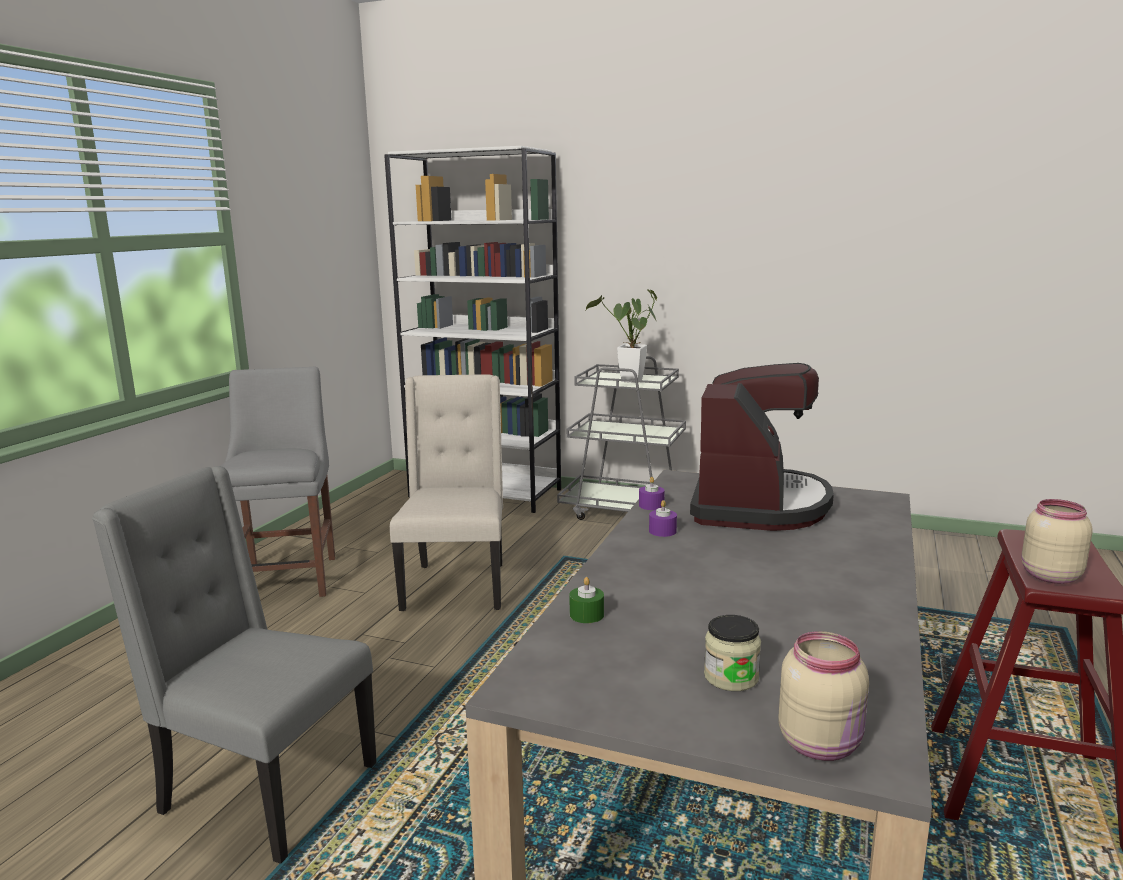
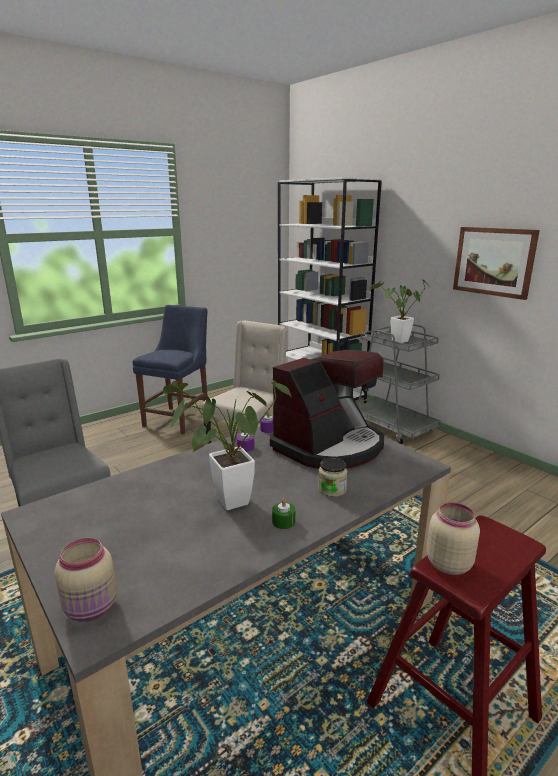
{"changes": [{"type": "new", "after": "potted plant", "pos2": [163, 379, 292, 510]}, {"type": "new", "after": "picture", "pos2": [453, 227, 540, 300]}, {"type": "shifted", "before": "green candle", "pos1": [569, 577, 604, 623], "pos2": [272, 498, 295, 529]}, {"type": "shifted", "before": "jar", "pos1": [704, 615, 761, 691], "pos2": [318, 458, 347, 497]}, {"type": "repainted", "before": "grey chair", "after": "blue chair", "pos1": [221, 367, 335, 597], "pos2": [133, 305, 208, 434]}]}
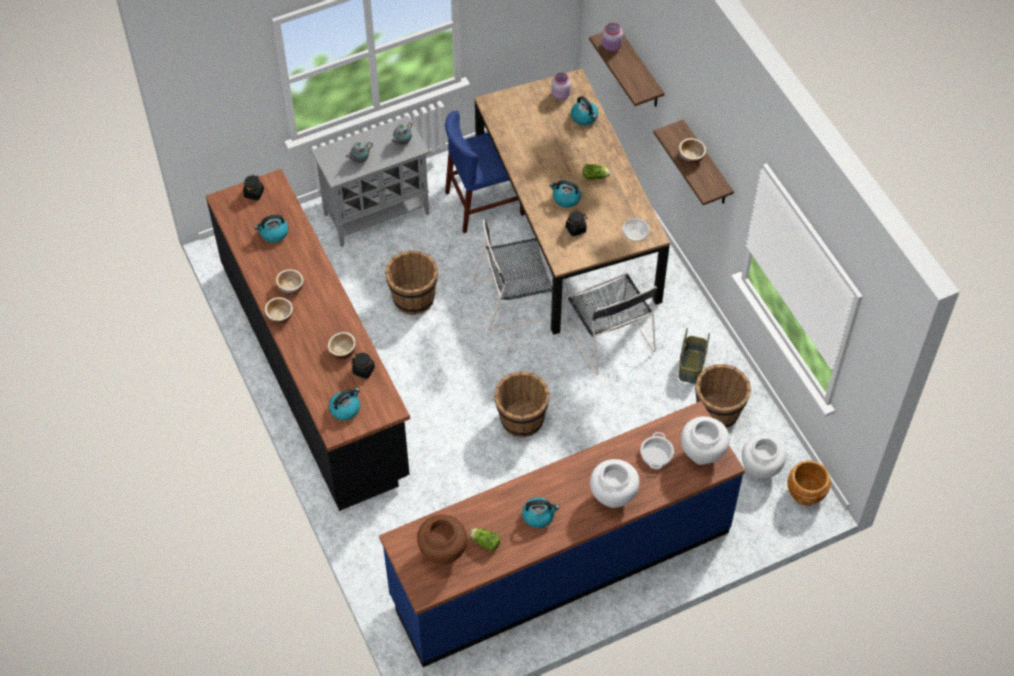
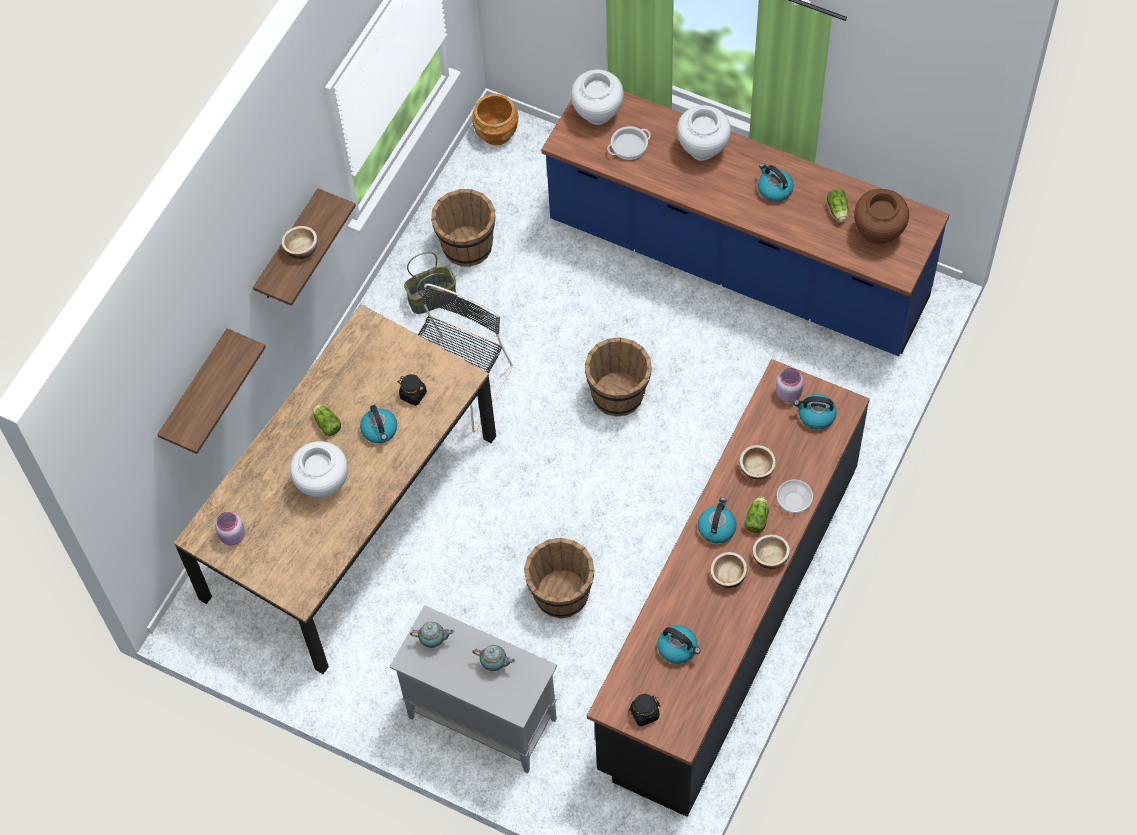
{"changes": [{"type": "gone", "before": "black jar", "pos1": [352, 353, 375, 379]}, {"type": "gone", "before": "blue chair", "pos1": [445, 111, 525, 233]}, {"type": "gone", "before": "black chair", "pos1": [473, 220, 553, 332]}, {"type": "new", "after": "lettuce", "pos2": [744, 497, 768, 533]}, {"type": "shifted", "before": "kettle", "pos1": [571, 96, 598, 125], "pos2": [698, 497, 737, 543]}, {"type": "shifted", "before": "pink jar", "pos1": [602, 23, 623, 52], "pos2": [776, 368, 804, 402]}, {"type": "shifted", "before": "bowl", "pos1": [623, 218, 649, 241], "pos2": [777, 480, 813, 513]}, {"type": "shifted", "before": "white vase", "pos1": [742, 434, 786, 479], "pos2": [290, 441, 348, 498]}]}
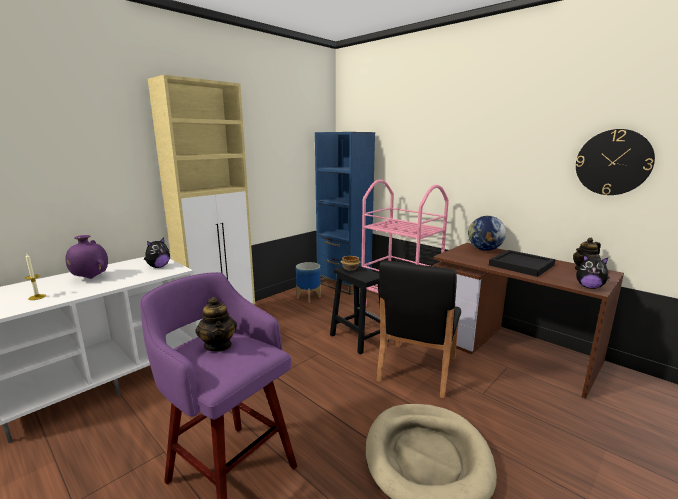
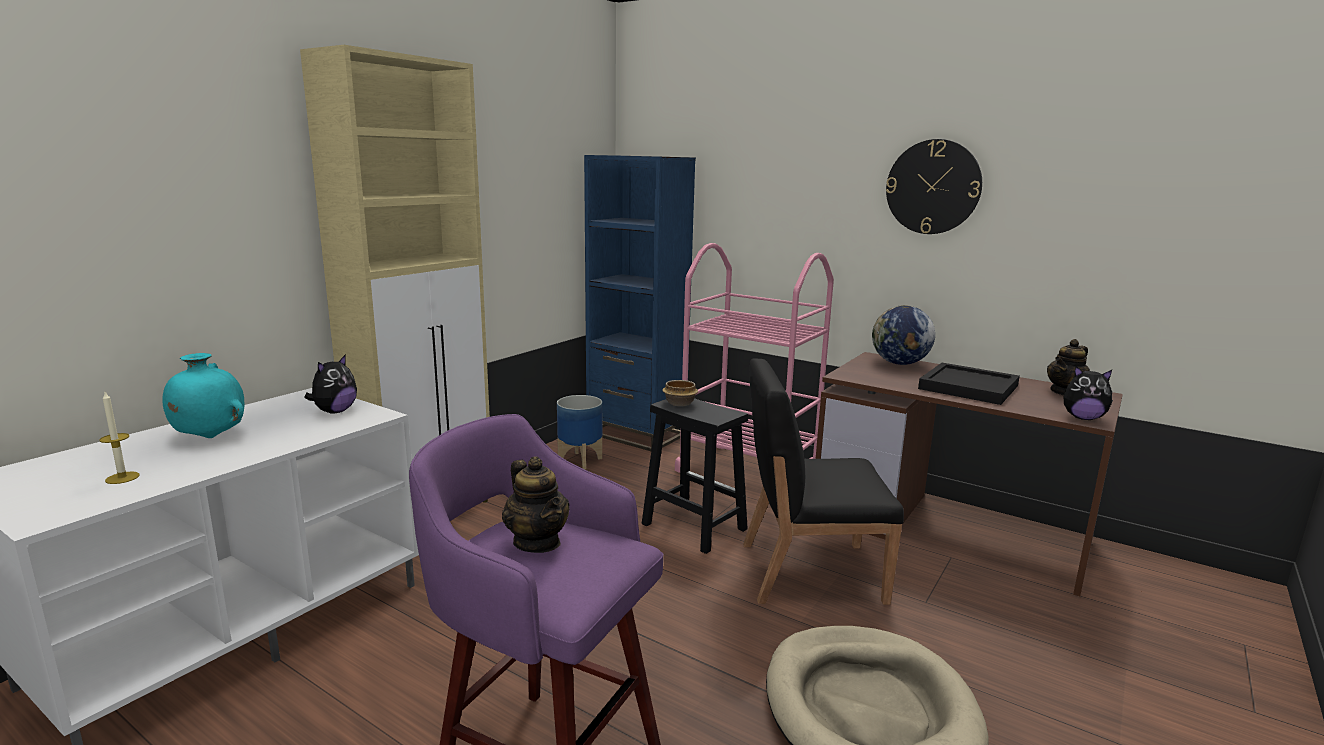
{"changes": [{"type": "shifted", "before": "wall clock", "pos1": [576, 129, 655, 195], "pos2": [886, 139, 982, 234]}, {"type": "repainted", "before": "purple vase", "after": "turquoise vase", "pos1": [65, 235, 108, 279], "pos2": [162, 353, 244, 438]}, {"type": "rotated", "before": "black chair", "pos1": [376, 260, 461, 399], "pos2": [743, 358, 904, 605], "turn": 75}]}
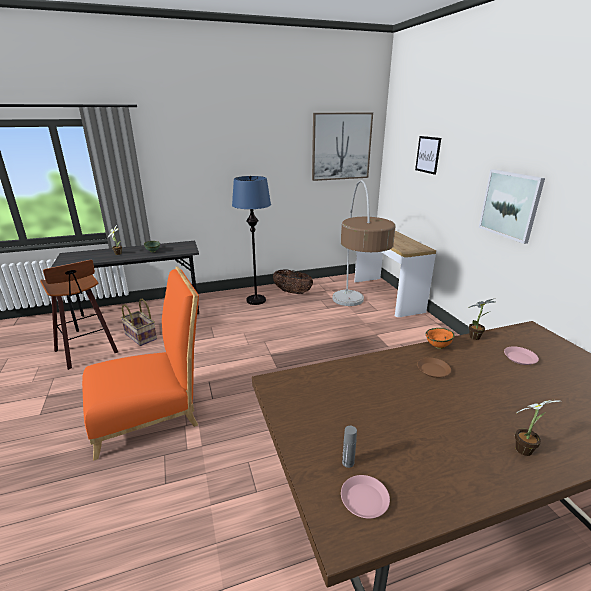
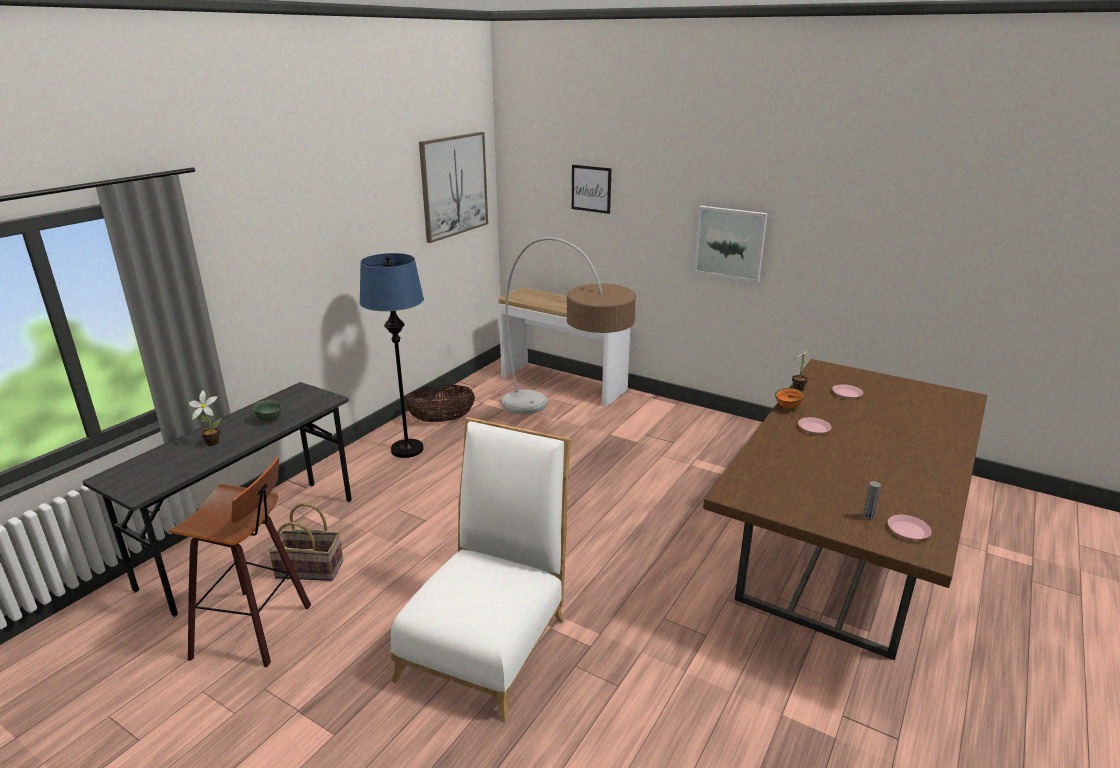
{"changes": [{"type": "gone", "before": "potted plant", "pos1": [515, 400, 560, 456]}, {"type": "repainted", "before": "orange chair", "after": "white chair", "pos1": [82, 266, 199, 461], "pos2": [391, 417, 572, 723]}, {"type": "repainted", "before": "brown plate", "after": "pink plate", "pos1": [417, 358, 451, 378], "pos2": [798, 417, 832, 434]}]}
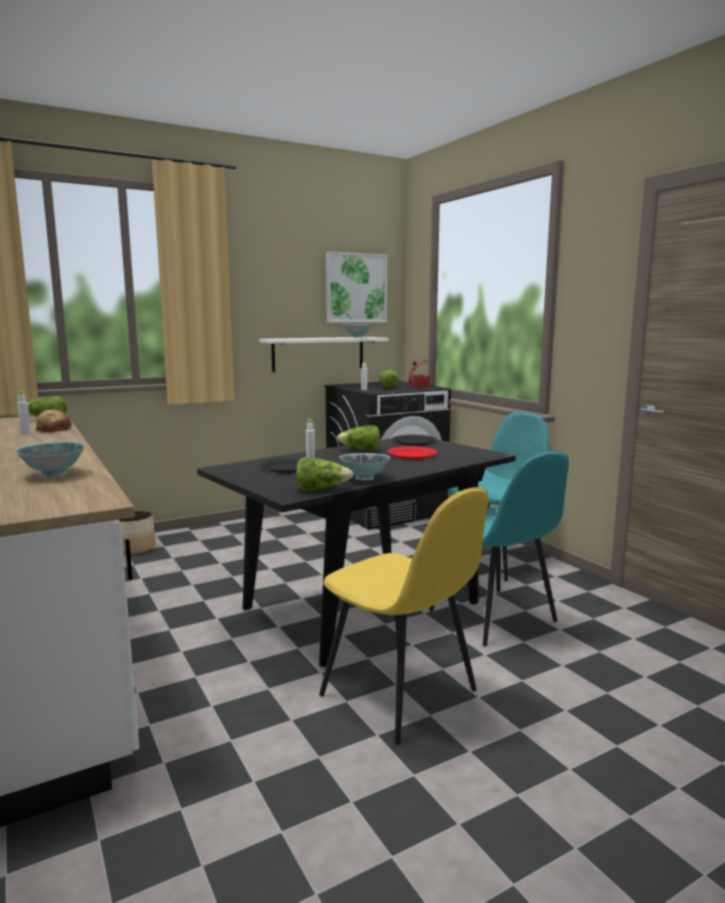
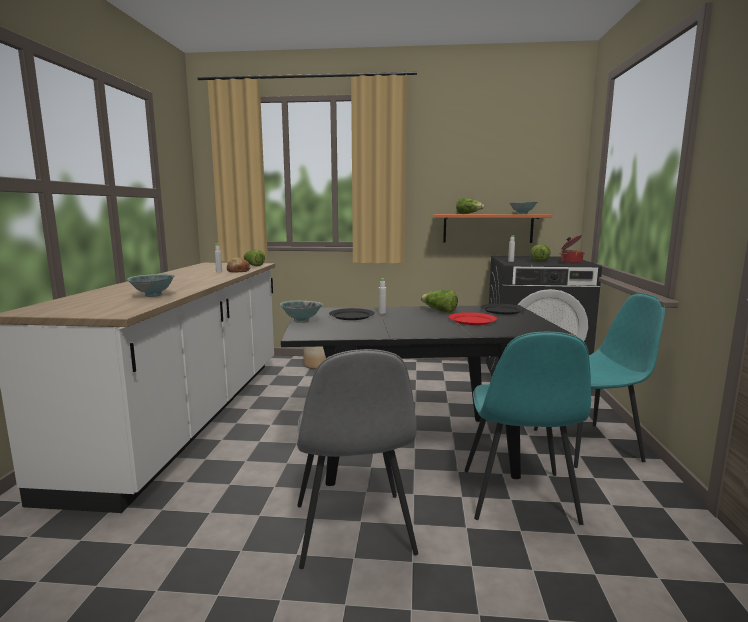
{"changes": [{"type": "gone", "before": "picture", "pos1": [326, 251, 387, 323]}, {"type": "shifted", "before": "lettuce", "pos1": [296, 457, 353, 491], "pos2": [456, 198, 484, 214]}, {"type": "shifted", "before": "bowl", "pos1": [339, 453, 390, 480], "pos2": [280, 301, 323, 323]}, {"type": "repainted", "before": "white shelf", "after": "orange shelf", "pos1": [259, 337, 389, 372], "pos2": [434, 214, 553, 243]}, {"type": "repainted", "before": "yellow chair", "after": "grey chair", "pos1": [319, 487, 489, 744], "pos2": [297, 349, 418, 569]}]}
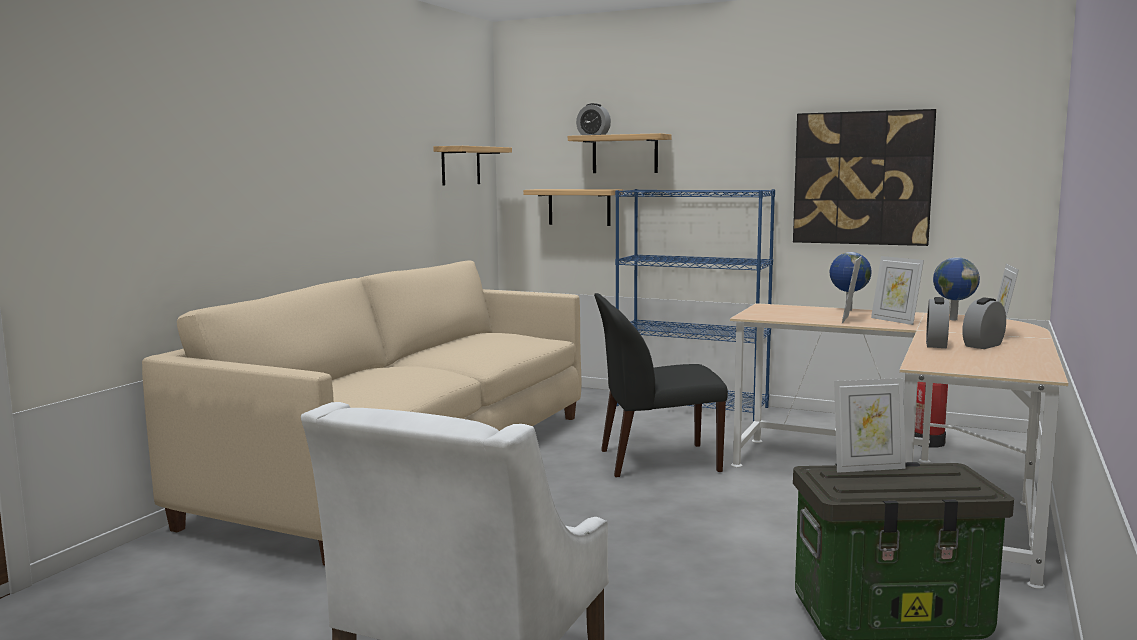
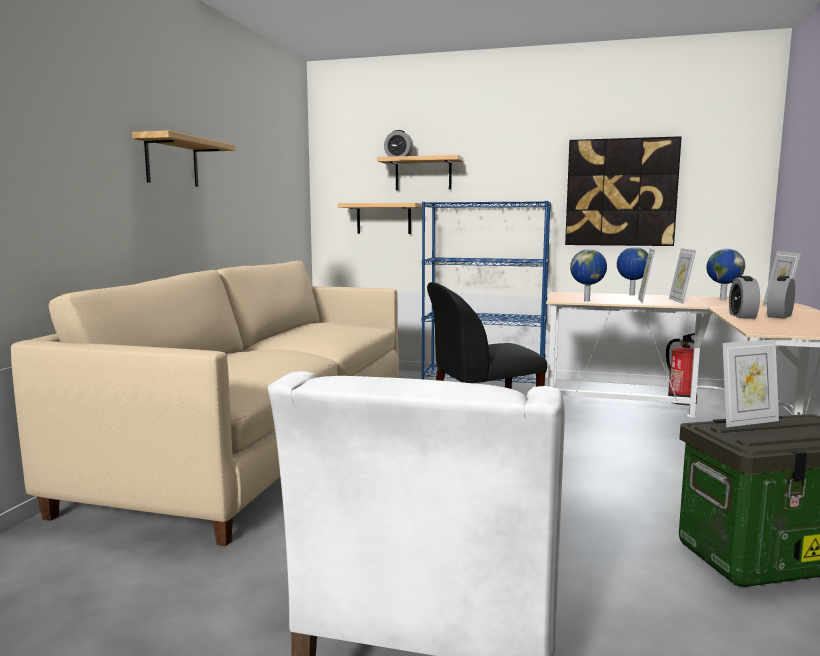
{"changes": [{"type": "new", "after": "globe", "pos2": [570, 249, 607, 302]}, {"type": "shifted", "before": "shelf", "pos1": [433, 146, 512, 185], "pos2": [132, 130, 235, 187]}, {"type": "rotated", "before": "picture frame", "pos1": [871, 256, 924, 325], "pos2": [669, 248, 697, 304], "turn": 45}]}
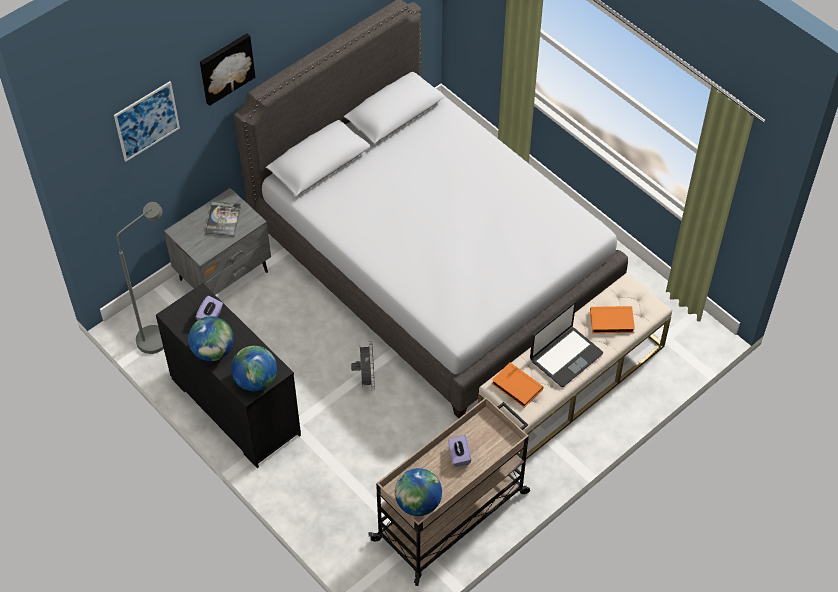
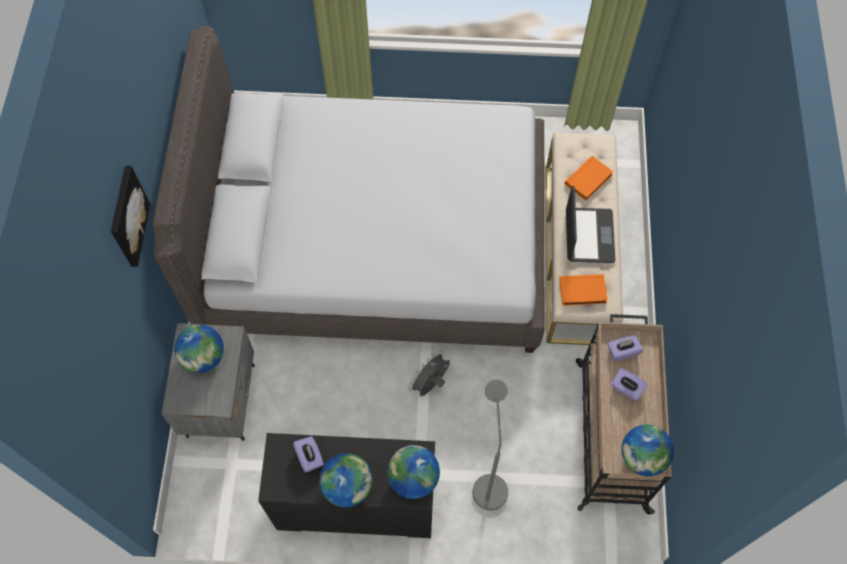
{"changes": [{"type": "gone", "before": "picture", "pos1": [114, 81, 180, 162]}, {"type": "new", "after": "purple tissue box", "pos2": [608, 336, 643, 362]}, {"type": "shifted", "before": "grey floor lamp", "pos1": [116, 202, 164, 354], "pos2": [473, 379, 508, 511]}, {"type": "swapped", "before": "book", "after": "globe", "pos1": [205, 202, 241, 237], "pos2": [175, 325, 224, 373]}, {"type": "rotated", "before": "grey fan", "pos1": [351, 341, 375, 390], "pos2": [408, 350, 450, 396], "turn": -90}]}
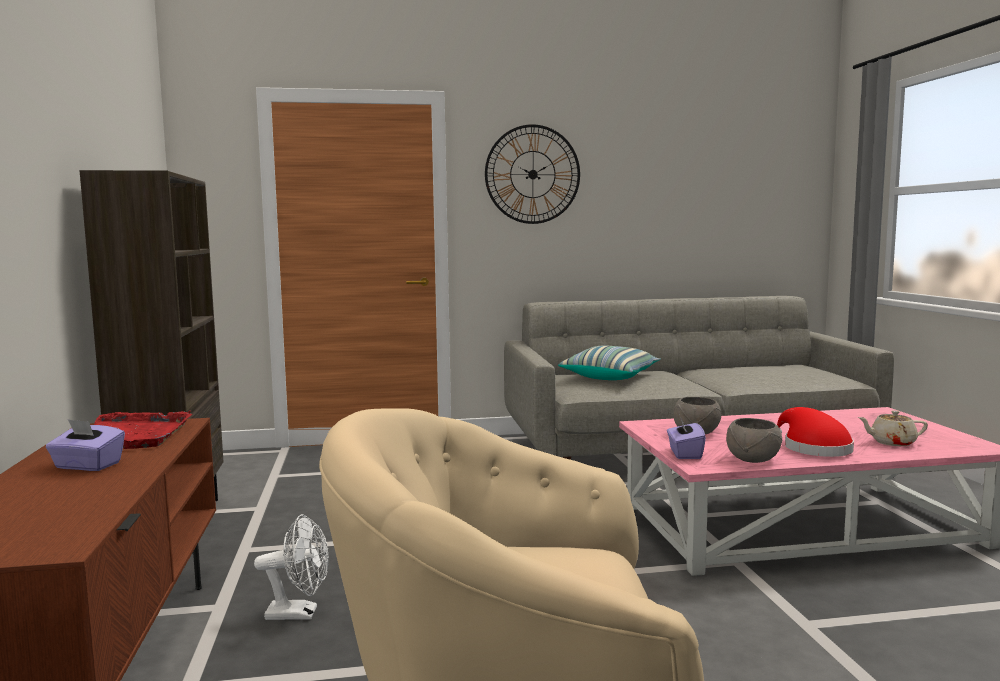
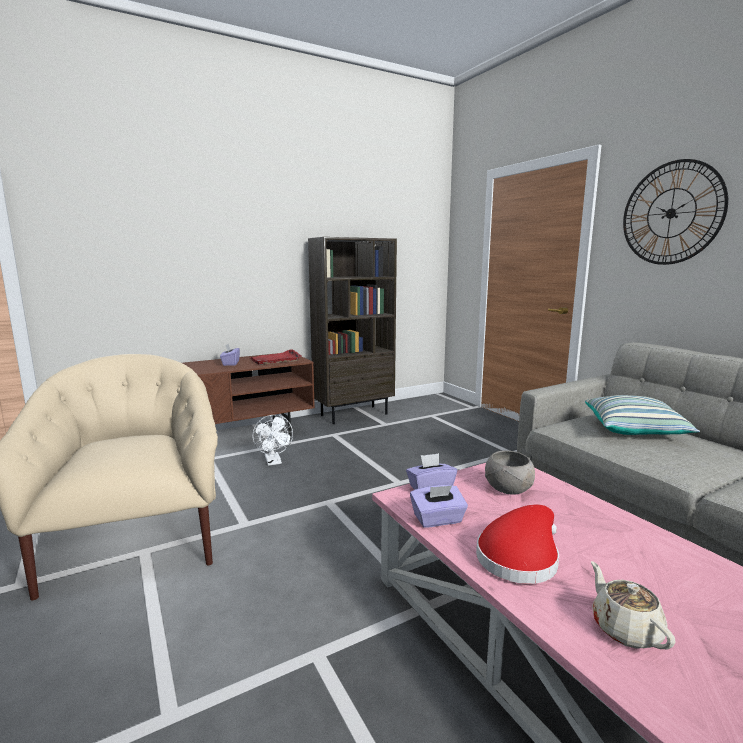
{"changes": [{"type": "swapped", "before": "grey bowl", "after": "purple tissue box", "pos1": [726, 418, 782, 463], "pos2": [410, 485, 468, 528]}]}
